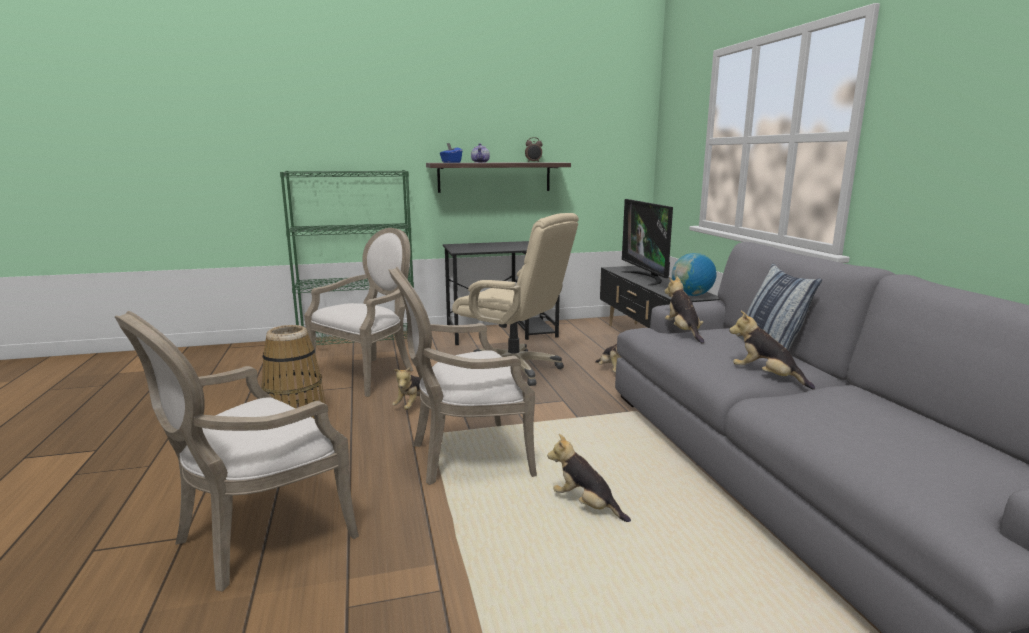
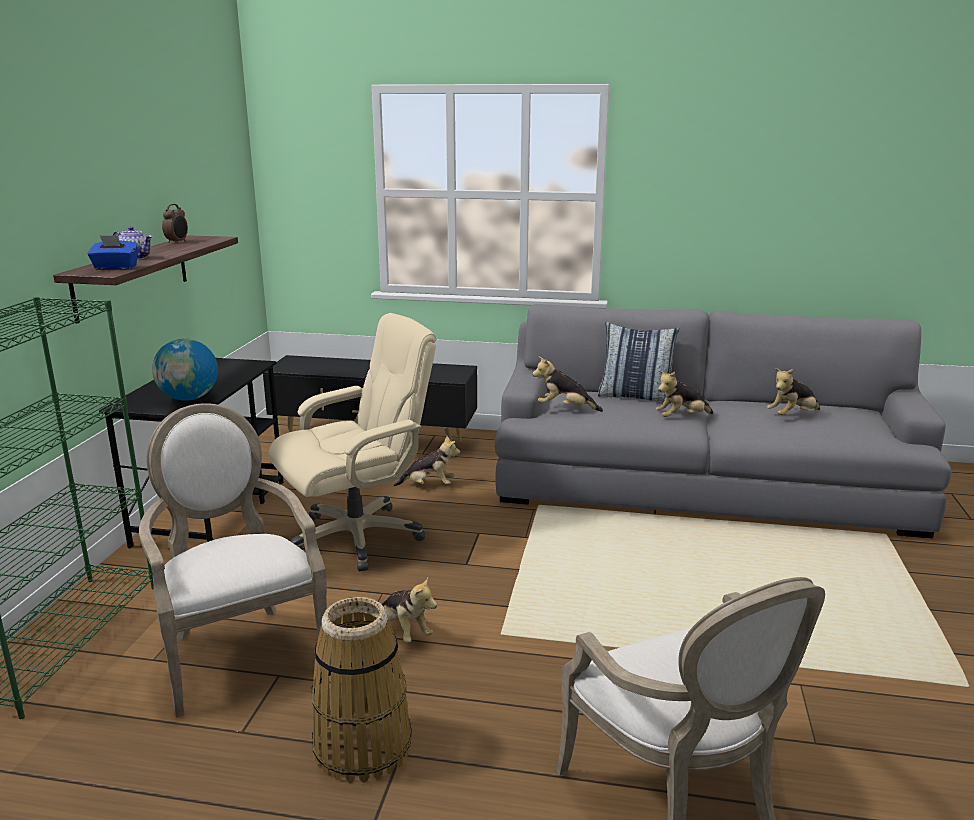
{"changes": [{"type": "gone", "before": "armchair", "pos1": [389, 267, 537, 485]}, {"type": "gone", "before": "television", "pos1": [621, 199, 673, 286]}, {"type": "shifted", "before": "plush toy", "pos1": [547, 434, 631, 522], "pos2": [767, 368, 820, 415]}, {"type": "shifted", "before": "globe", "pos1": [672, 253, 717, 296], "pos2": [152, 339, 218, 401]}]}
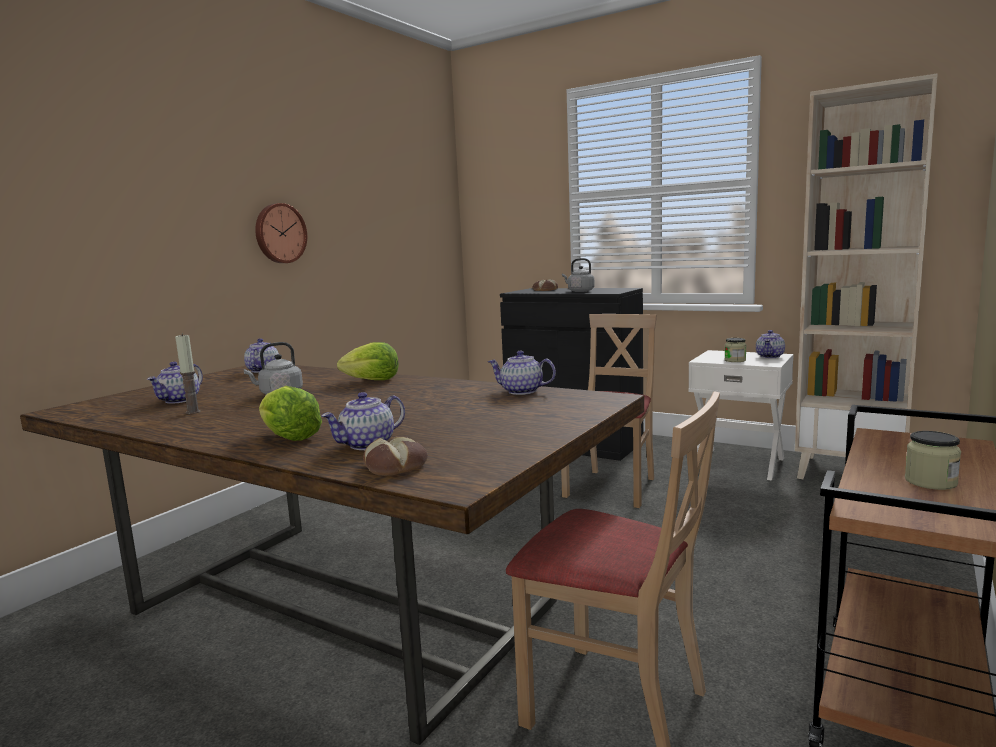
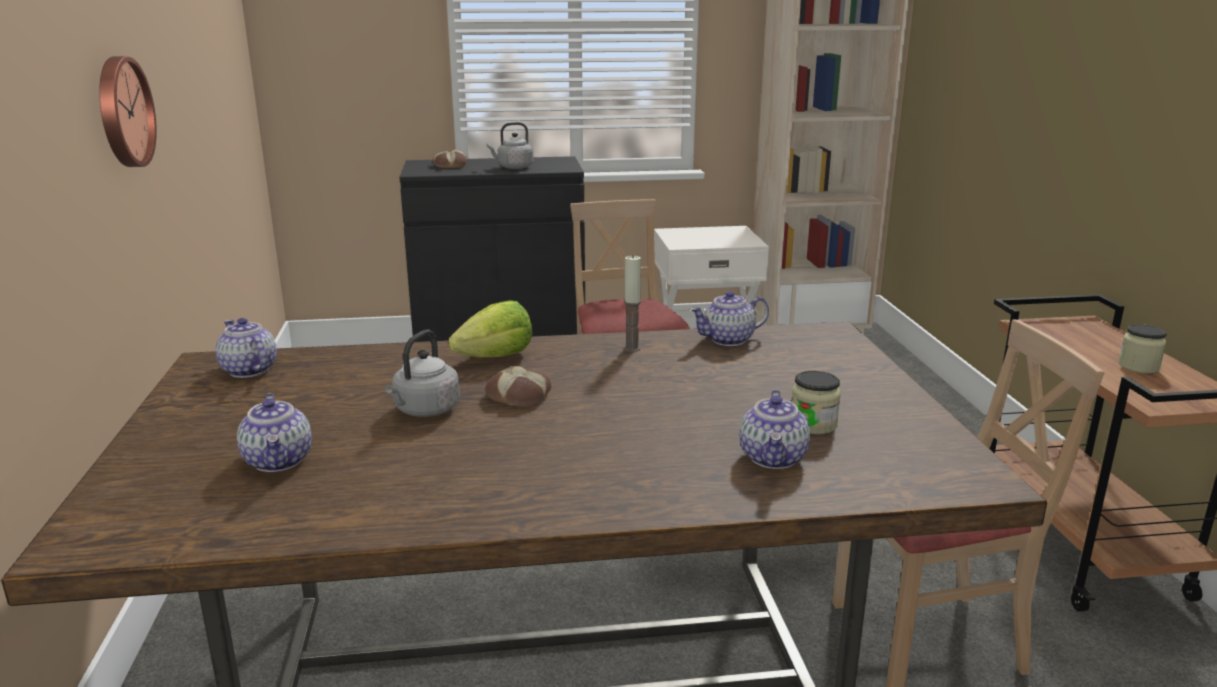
{"changes": [{"type": "gone", "before": "lettuce", "pos1": [259, 386, 322, 441]}, {"type": "gone", "before": "teapot", "pos1": [756, 330, 785, 358]}, {"type": "shifted", "before": "candle", "pos1": [175, 333, 201, 414], "pos2": [624, 255, 641, 352]}, {"type": "shifted", "before": "bread", "pos1": [363, 436, 428, 476], "pos2": [485, 366, 551, 407]}, {"type": "shifted", "before": "jar", "pos1": [725, 338, 746, 362], "pos2": [792, 371, 841, 434]}]}
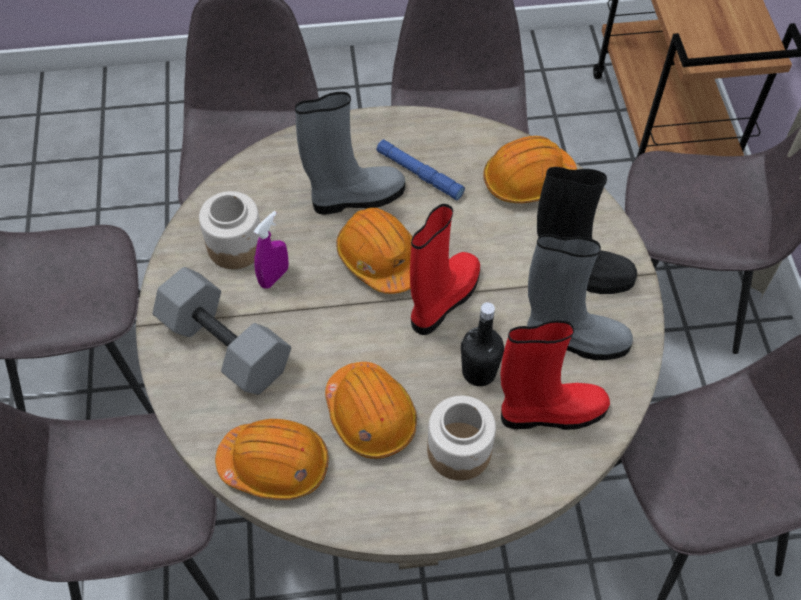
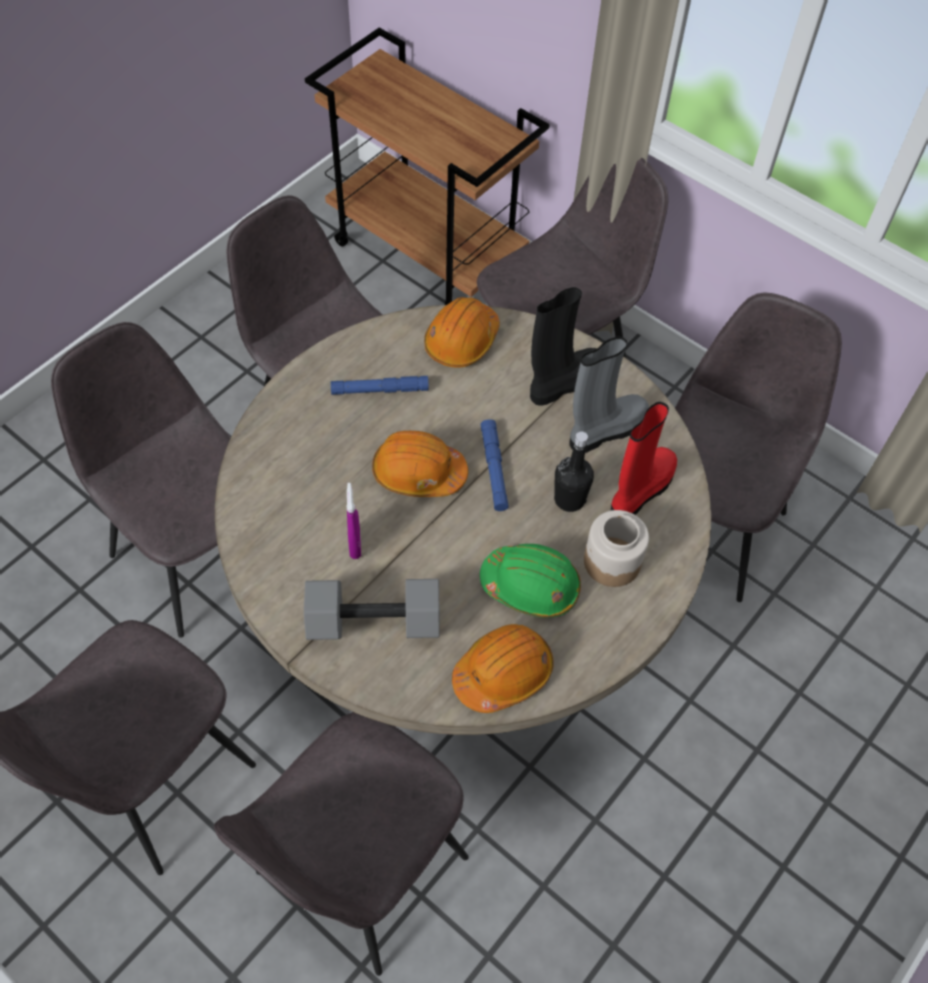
{"changes": [{"type": "gone", "before": "jar", "pos1": [199, 191, 260, 269]}, {"type": "gone", "before": "grey boot", "pos1": [295, 92, 405, 214]}, {"type": "swapped", "before": "red boot", "after": "blue flashlight", "pos1": [410, 204, 480, 335], "pos2": [481, 419, 509, 511]}, {"type": "repainted", "before": "orange hard hat", "after": "green hard hat", "pos1": [325, 362, 417, 459], "pos2": [480, 544, 581, 618]}]}
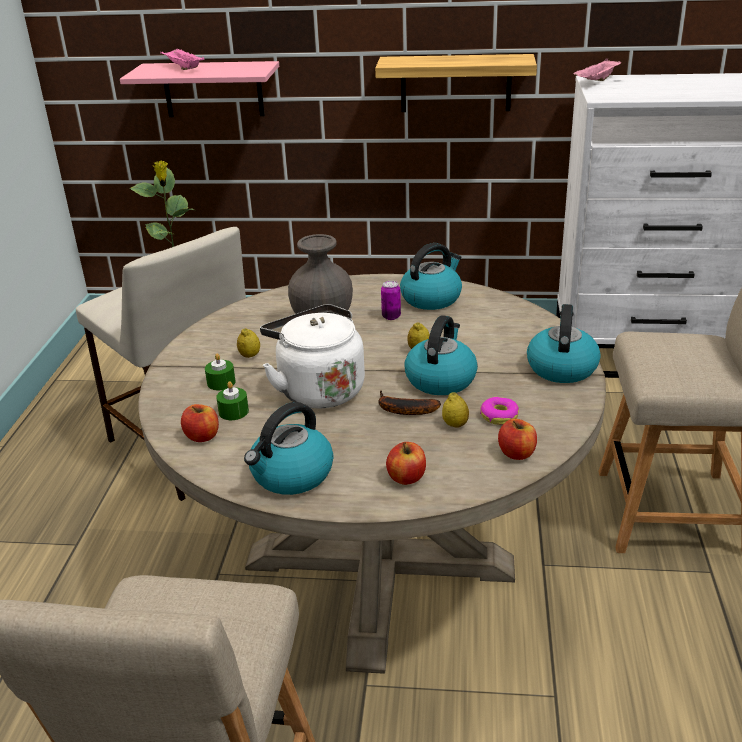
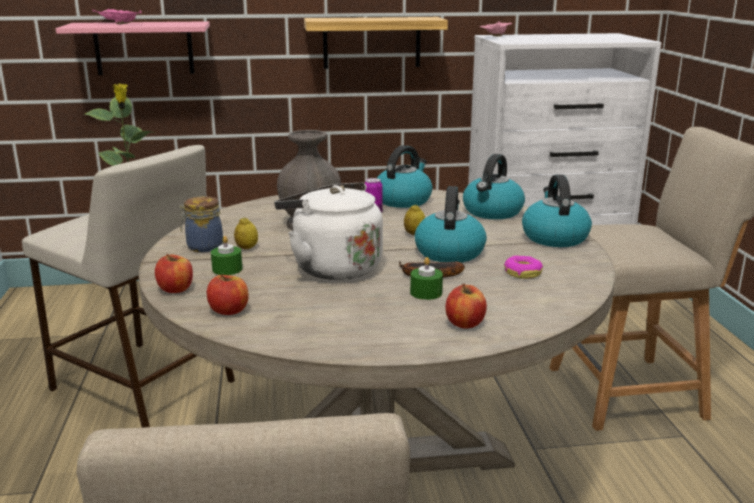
{"changes": [{"type": "gone", "before": "lemon", "pos1": [442, 392, 469, 428]}, {"type": "new", "after": "jar", "pos2": [179, 196, 223, 252]}, {"type": "shifted", "before": "green candle", "pos1": [216, 381, 249, 420], "pos2": [410, 257, 443, 300]}, {"type": "shifted", "before": "kettle", "pos1": [244, 402, 334, 495], "pos2": [463, 154, 525, 219]}, {"type": "shifted", "before": "apple", "pos1": [498, 419, 537, 460], "pos2": [155, 254, 193, 293]}]}
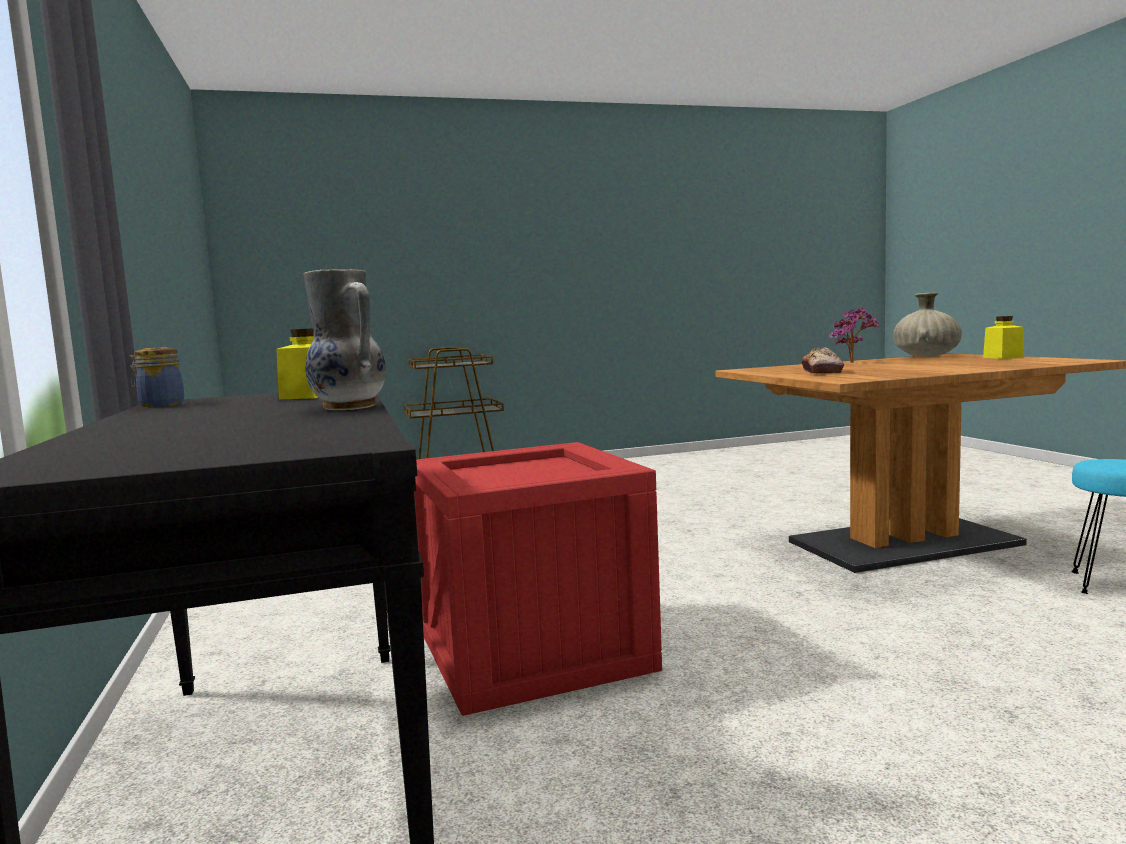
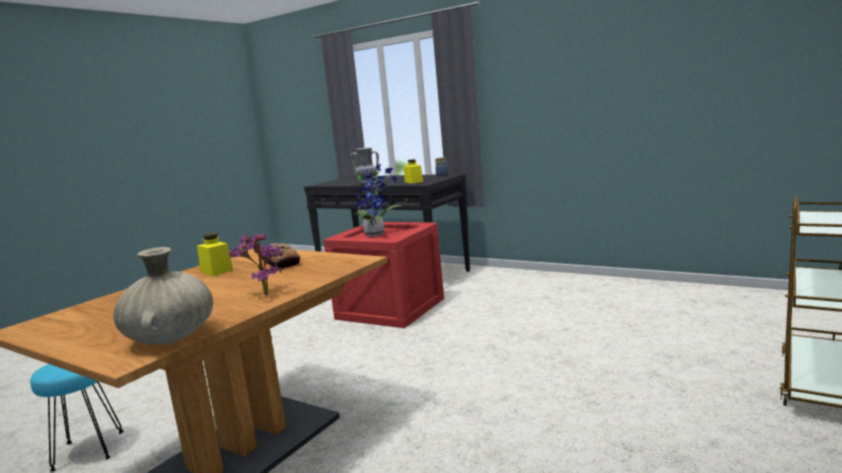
{"changes": [{"type": "new", "after": "potted plant", "pos2": [354, 164, 402, 236]}, {"type": "shifted", "before": "yellow jar", "pos1": [983, 316, 1024, 359], "pos2": [197, 233, 233, 276]}]}
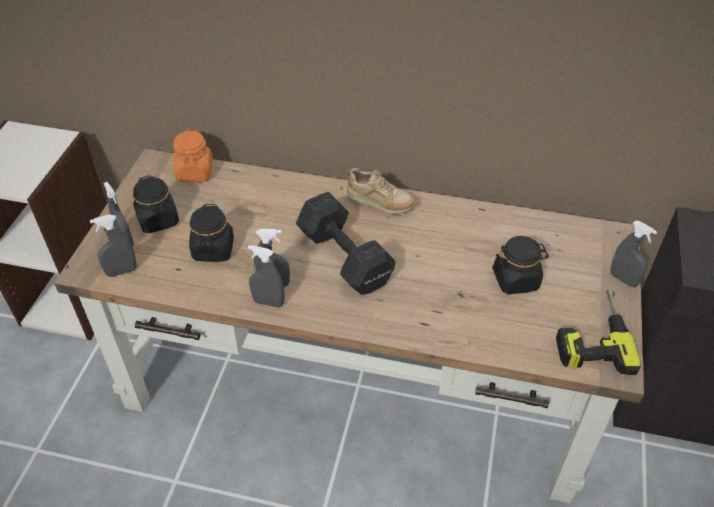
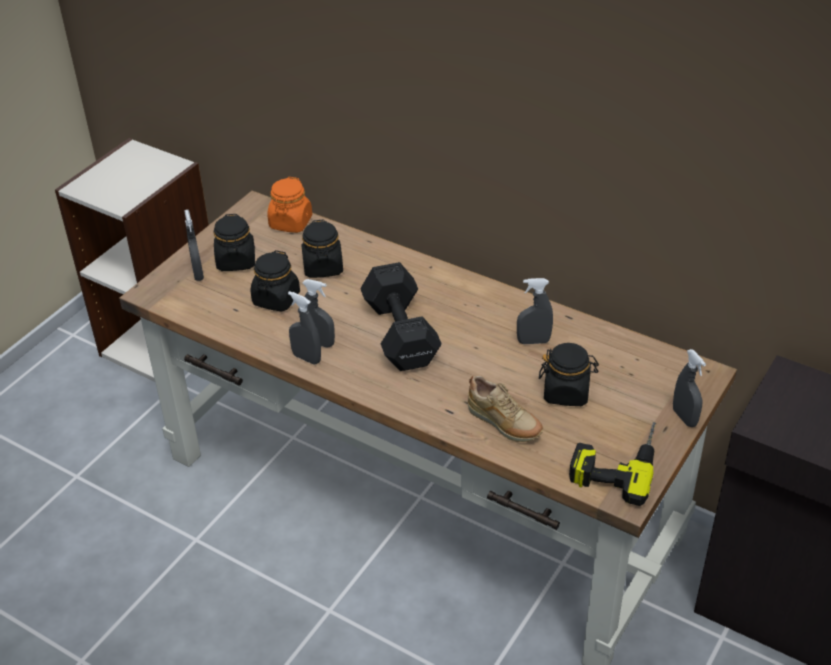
{"changes": [{"type": "new", "after": "black jar", "pos2": [302, 219, 343, 278]}, {"type": "shifted", "before": "grey spray bottle", "pos1": [90, 215, 137, 277], "pos2": [517, 278, 553, 344]}, {"type": "shifted", "before": "beige shoe", "pos1": [347, 168, 416, 214], "pos2": [468, 375, 543, 442]}]}
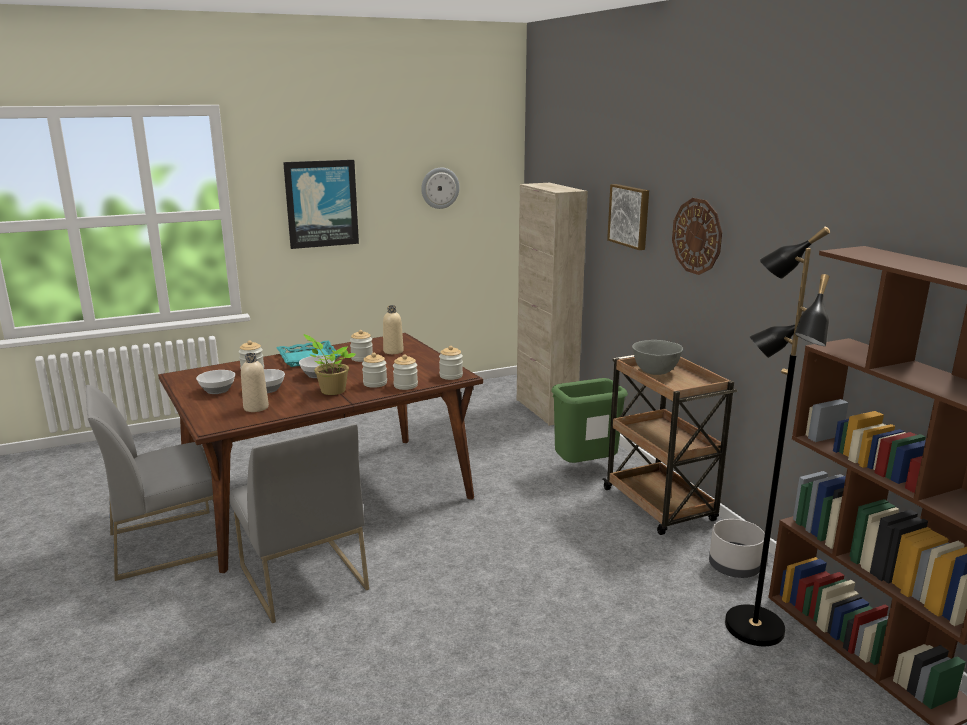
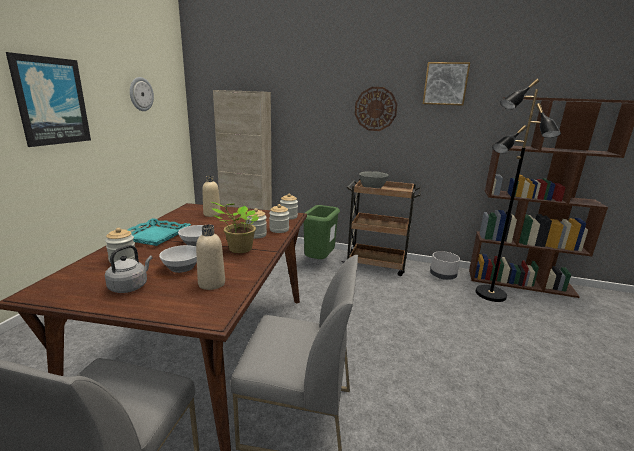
{"changes": [{"type": "gone", "before": "jar", "pos1": [350, 330, 373, 362]}, {"type": "shifted", "before": "picture", "pos1": [607, 184, 649, 250], "pos2": [423, 62, 470, 106]}, {"type": "swapped", "before": "bowl", "after": "grey kettle", "pos1": [196, 370, 235, 394], "pos2": [105, 245, 152, 293]}]}
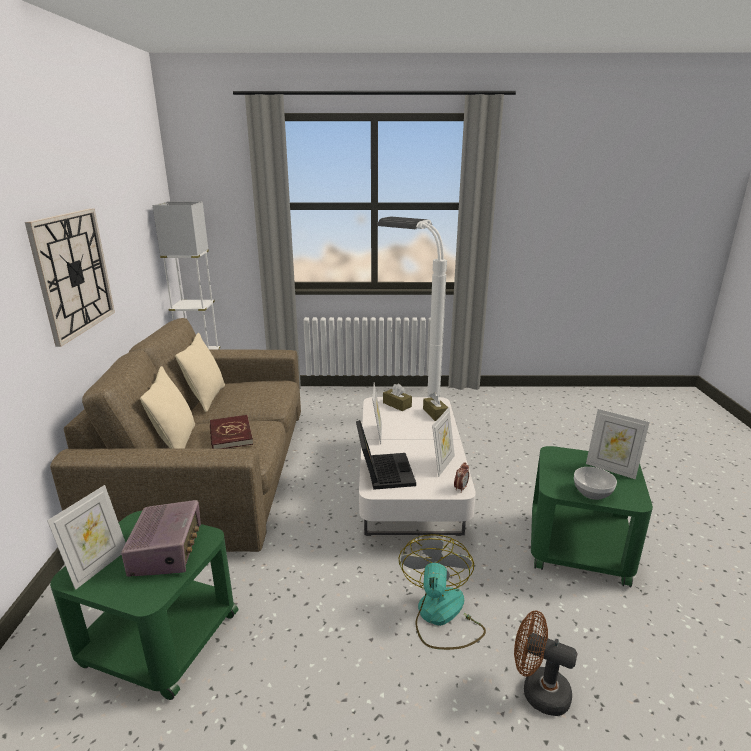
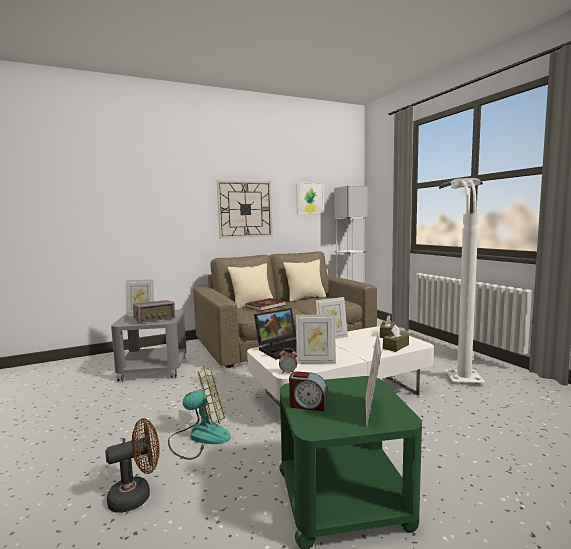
{"changes": [{"type": "new", "after": "picture", "pos2": [296, 182, 324, 214]}, {"type": "swapped", "before": "bowl", "after": "alarm clock", "pos1": [574, 467, 617, 500], "pos2": [289, 371, 327, 411]}, {"type": "repainted", "before": "green side table", "after": "grey side table", "pos1": [50, 511, 239, 700], "pos2": [111, 310, 187, 381]}, {"type": "rotated", "before": "brown fan", "pos1": [514, 610, 577, 716], "pos2": [105, 418, 160, 513], "turn": 60}]}
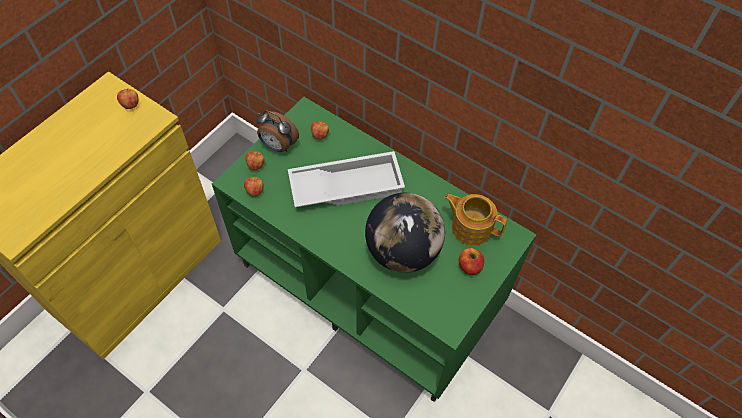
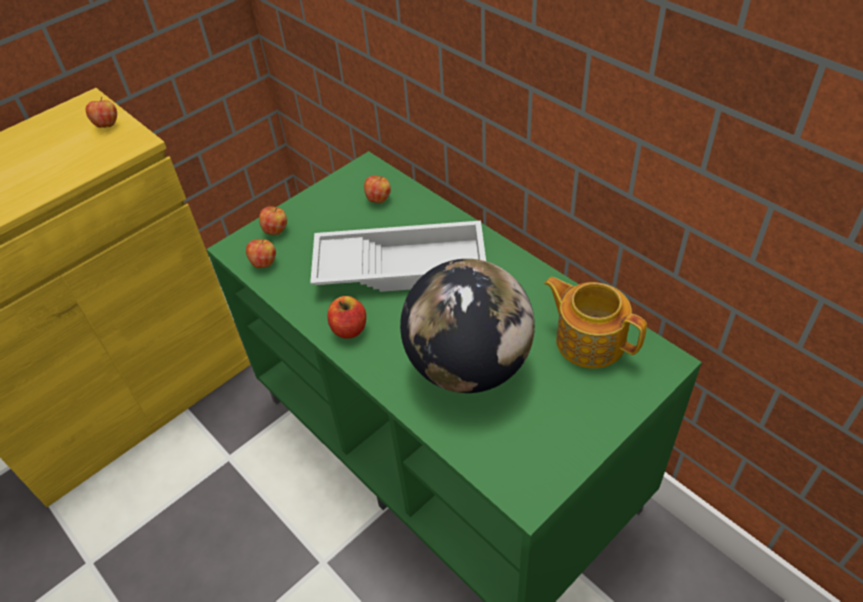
{"changes": [{"type": "gone", "before": "alarm clock", "pos1": [256, 111, 299, 152]}, {"type": "shifted", "before": "apple", "pos1": [459, 248, 484, 275], "pos2": [328, 296, 366, 339]}]}
